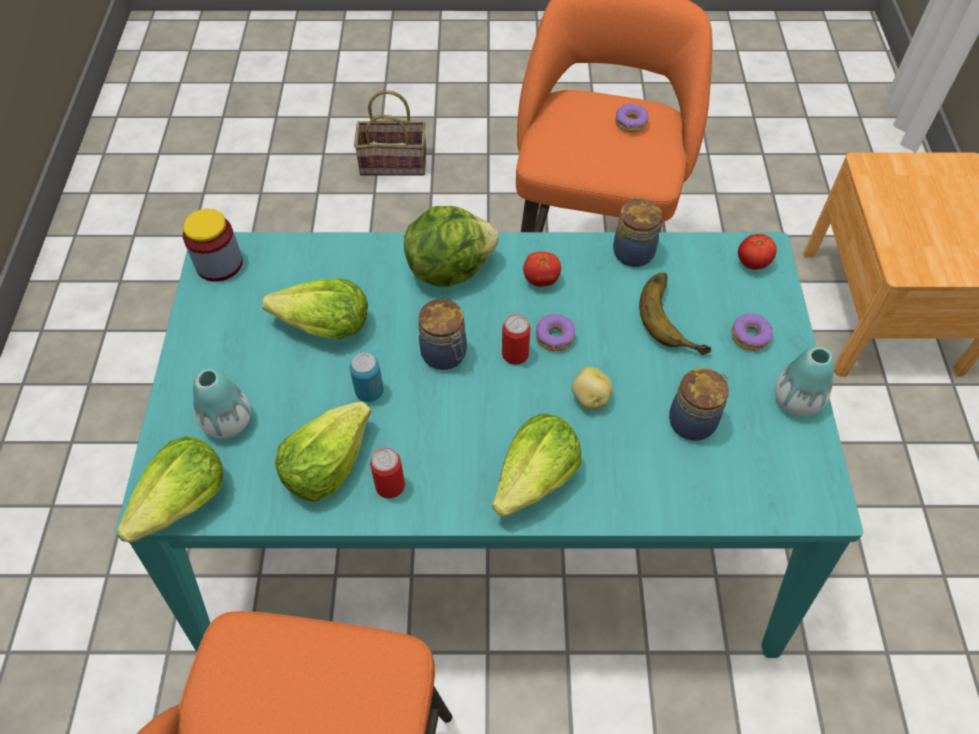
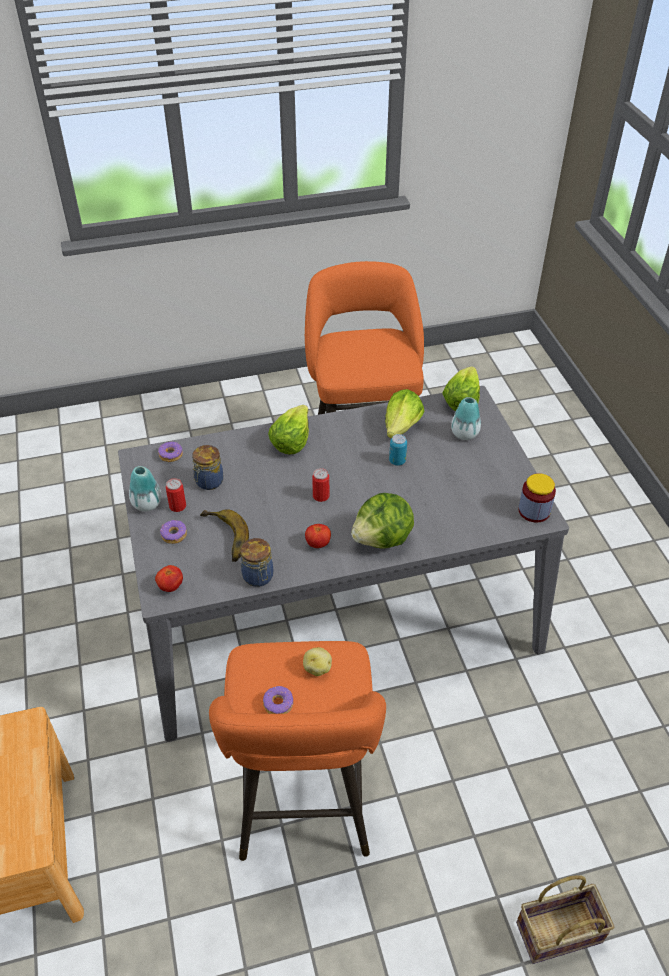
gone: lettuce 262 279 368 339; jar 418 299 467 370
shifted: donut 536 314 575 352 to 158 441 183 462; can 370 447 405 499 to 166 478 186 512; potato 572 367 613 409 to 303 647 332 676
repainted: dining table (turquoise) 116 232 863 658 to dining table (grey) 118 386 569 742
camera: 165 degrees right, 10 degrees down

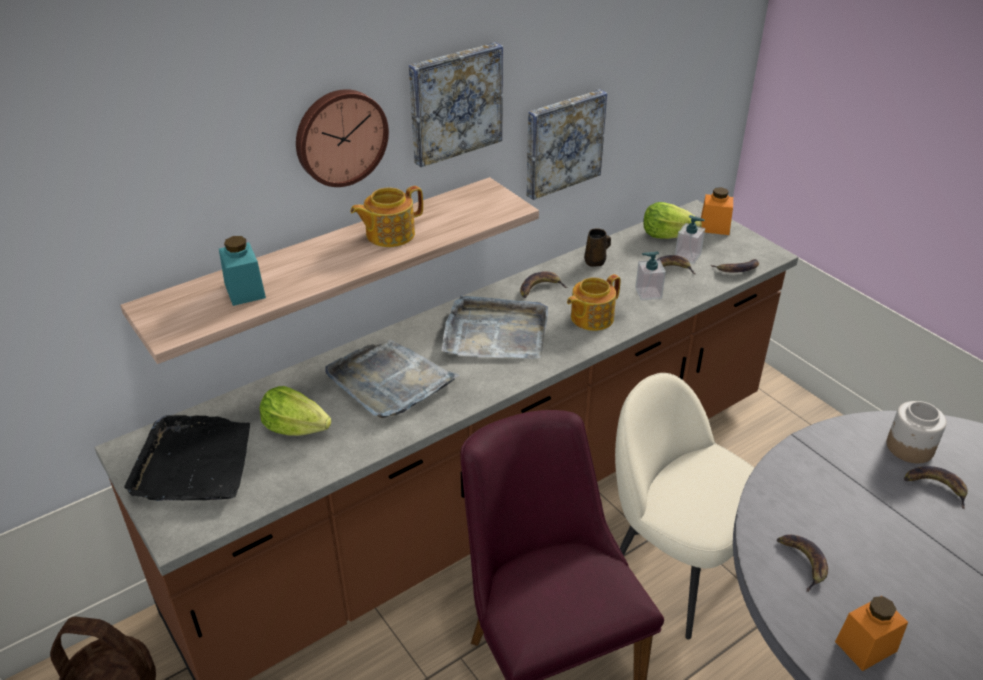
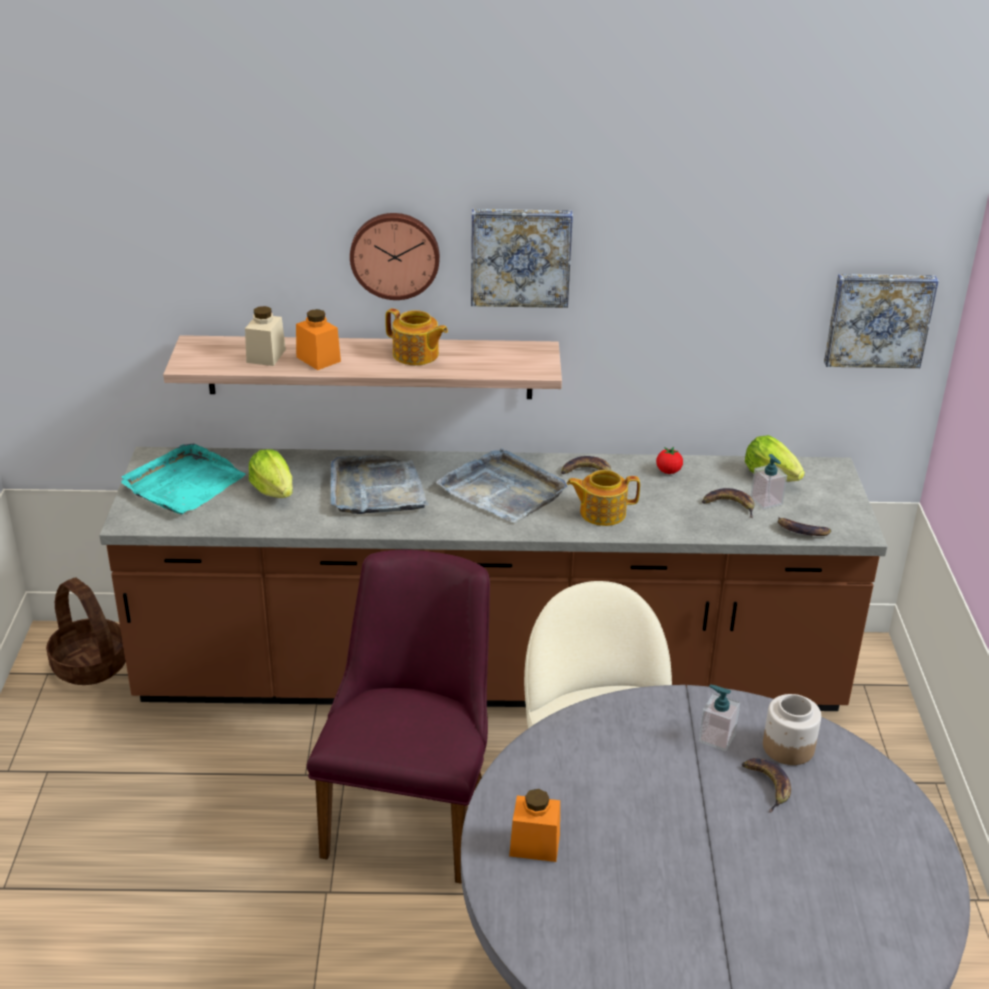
gone: banana 777 535 828 592
shifted: jar (orange) 701 187 733 235 to 296 309 341 370; soap dispenser 635 251 666 300 to 699 685 740 751; picture 526 89 607 200 to 824 274 939 368
swapped: mug (brown) 584 228 611 267 to tomato 656 447 683 474
repainted: tray (black) 124 415 250 501 to tray (turquoise) 121 444 246 515; jar (turquoise) 219 236 266 306 to jar (beige) 245 306 286 366
rotated: teapot 350 186 423 247 = 385 308 448 365 150 degrees counterclockwise
camera: 35 degrees right, 5 degrees down

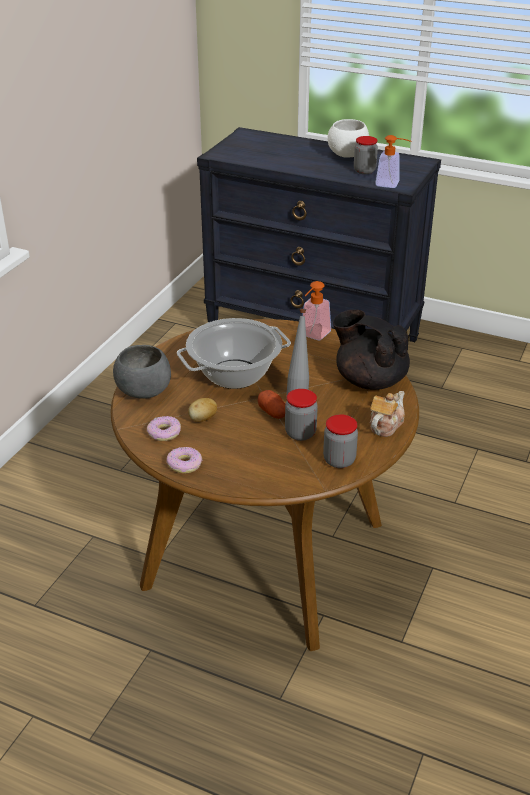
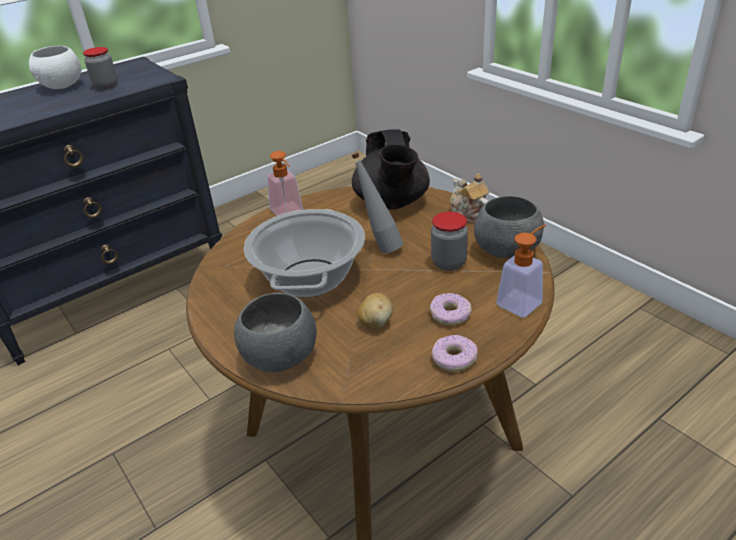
gone: potato 258 390 285 419
shifted: donut 147 416 181 441 to 430 293 472 326; soap dispenser 375 135 411 188 to 496 224 546 318
swapped: jar 323 414 358 468 to bowl (grey) 474 196 544 258
rotated: teapot (black) 333 309 410 390 = 352 129 430 210 75 degrees counterclockwise
camera: 60 degrees left, 0 degrees up

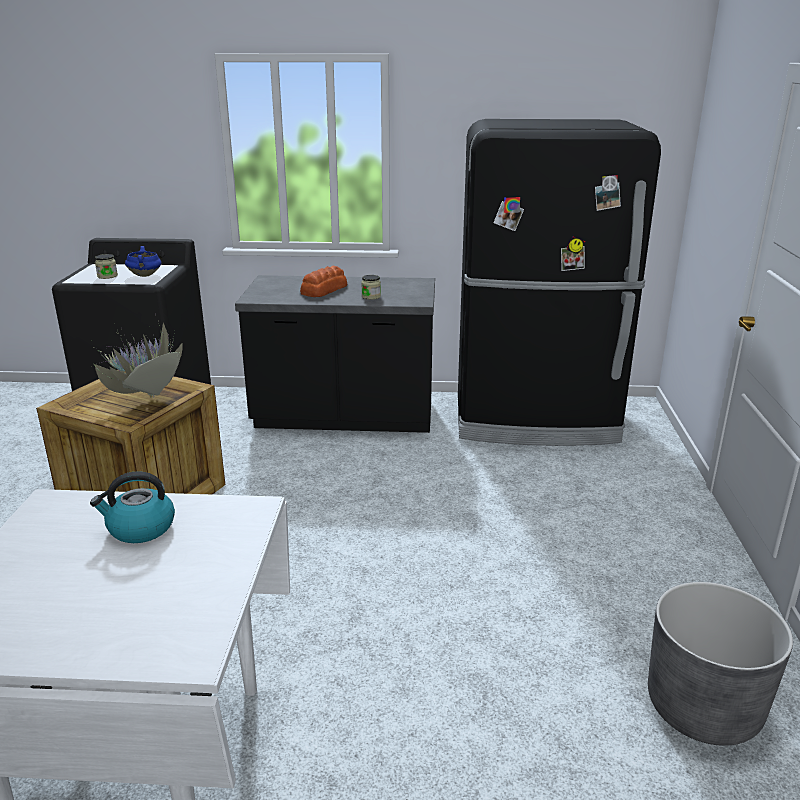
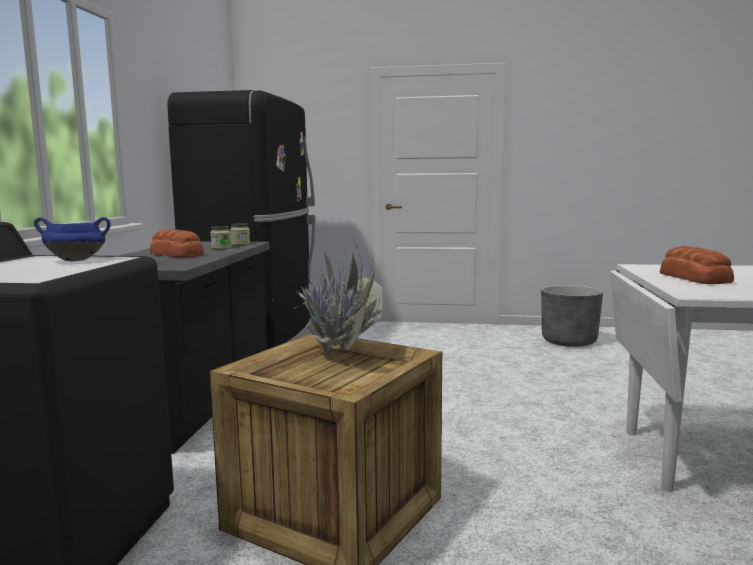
shifted: jar 95 254 118 279 to 230 223 250 245
swapped: kettle 90 471 175 543 to bread 660 246 734 284
camera: 85 degrees left, 15 degrees down

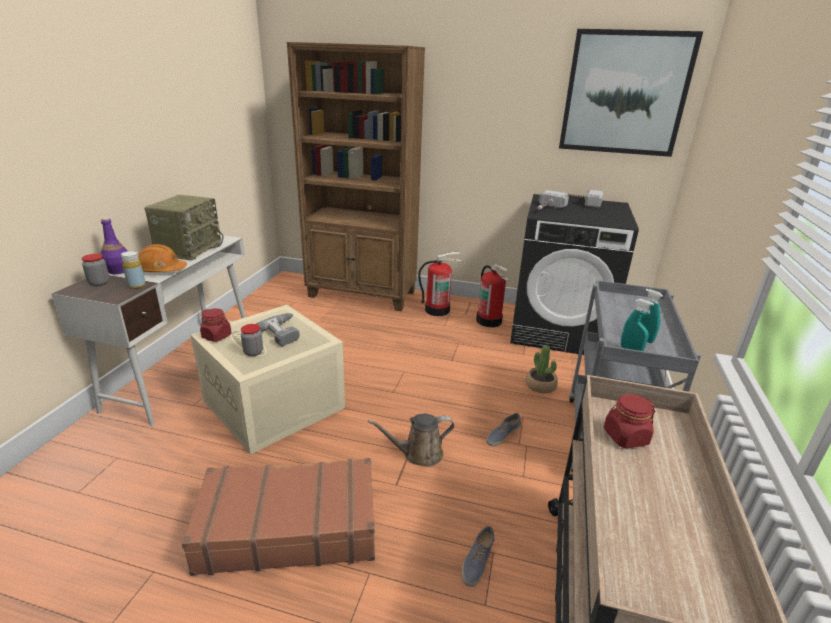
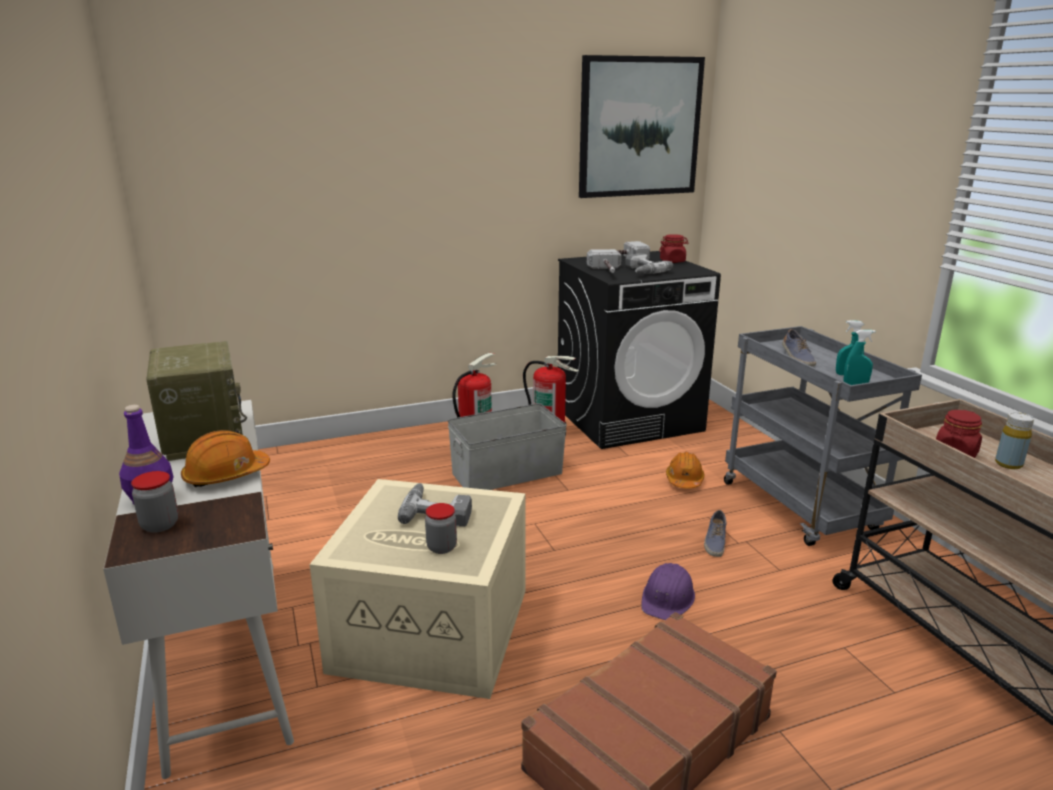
gone: bookcase (brown) 287 42 425 311
new: storage box (grey) 447 403 567 490; power drill 625 253 673 274
shifted: jar (red) 200 308 232 342 to 659 234 689 263; shoe 462 526 495 587 to 782 329 816 367; bottle (yellow) 121 251 146 289 to 995 412 1034 469
swapped: watering can (brown) 368 413 454 467 to hard hat (purple) 641 563 695 620; potted plant 526 345 558 394 to hard hat (orange) 666 452 705 489
camera: 35 degrees left, 5 degrees down

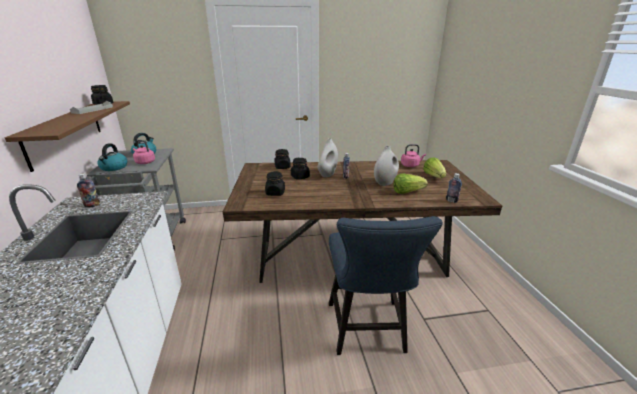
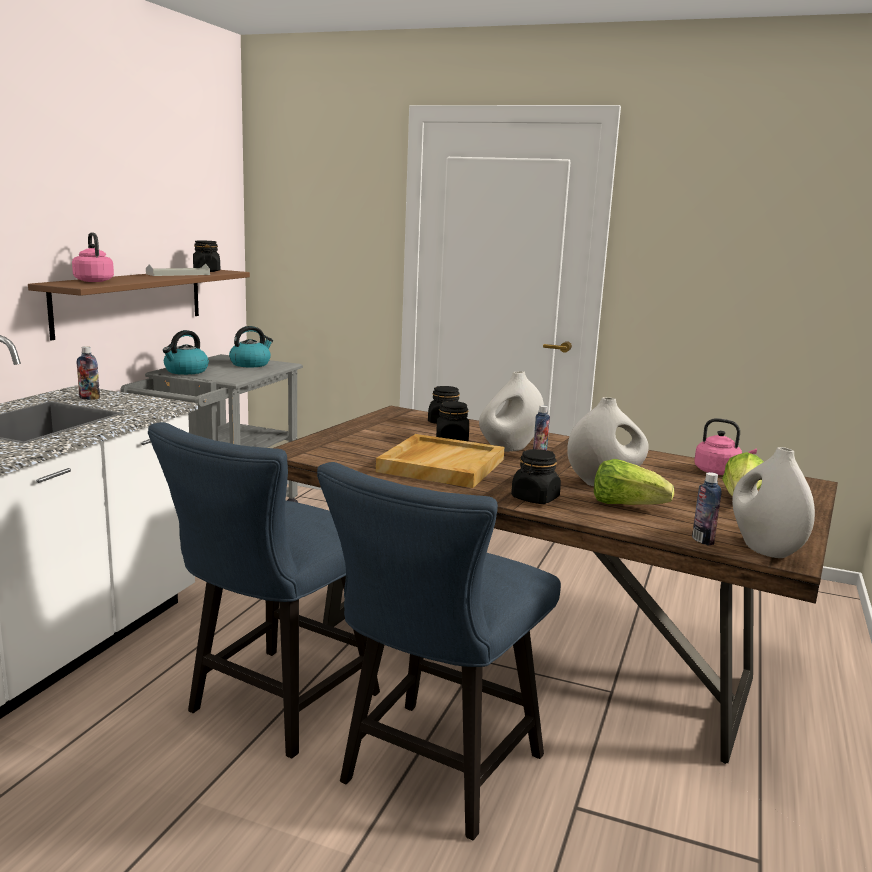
new: chair (blue) 148 422 380 759; tray (beige) 376 434 504 488; vase (white) 732 447 815 558
shifted: kettle (pink) 133 140 155 164 to 72 233 114 282; jar (black) 265 171 285 196 to 511 449 561 504
camera: 30 degrees right, 10 degrees down

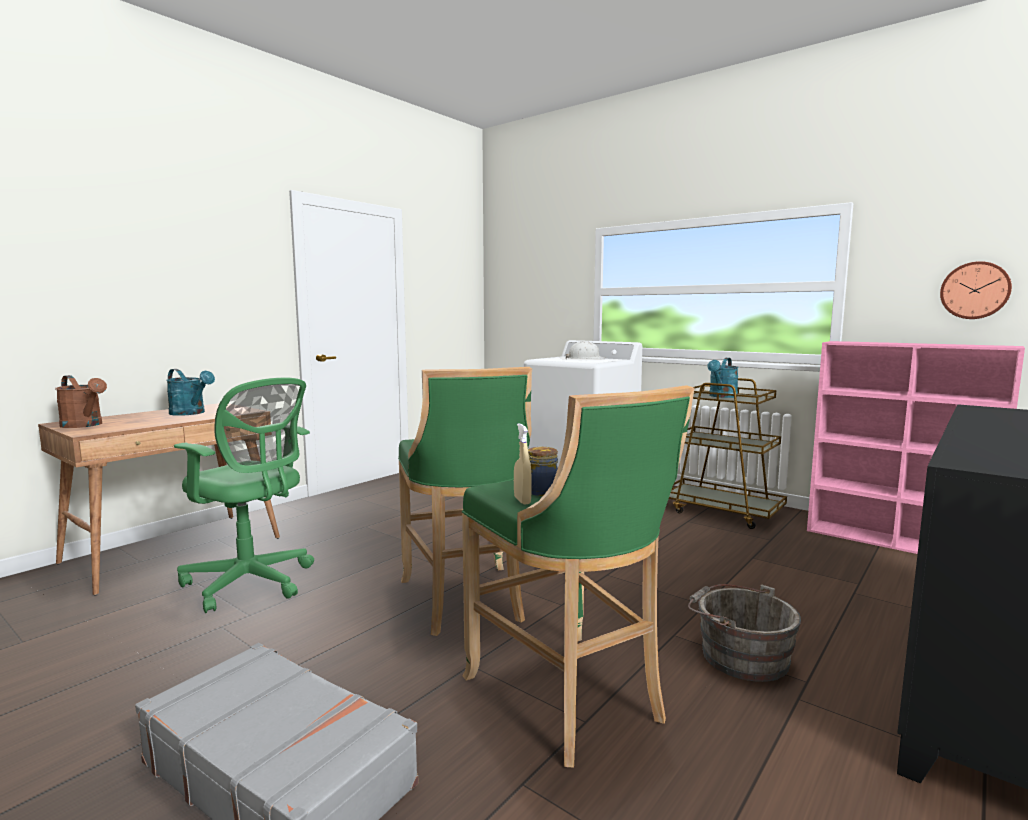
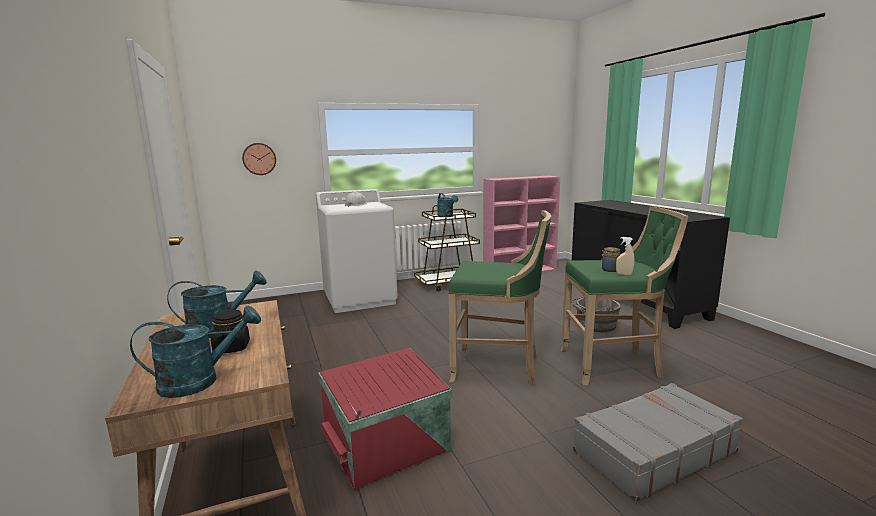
new: jar (black) 211 309 250 353
shifted: wall clock 940 261 1012 319 to 242 143 276 175
swapped: office chair (green) 174 378 314 613 to storage box (red) 318 348 452 491
repainted: watering can (brown) 55 375 107 428 to watering can (turquoise) 130 305 261 398
camera: 60 degrees left, 5 degrees up

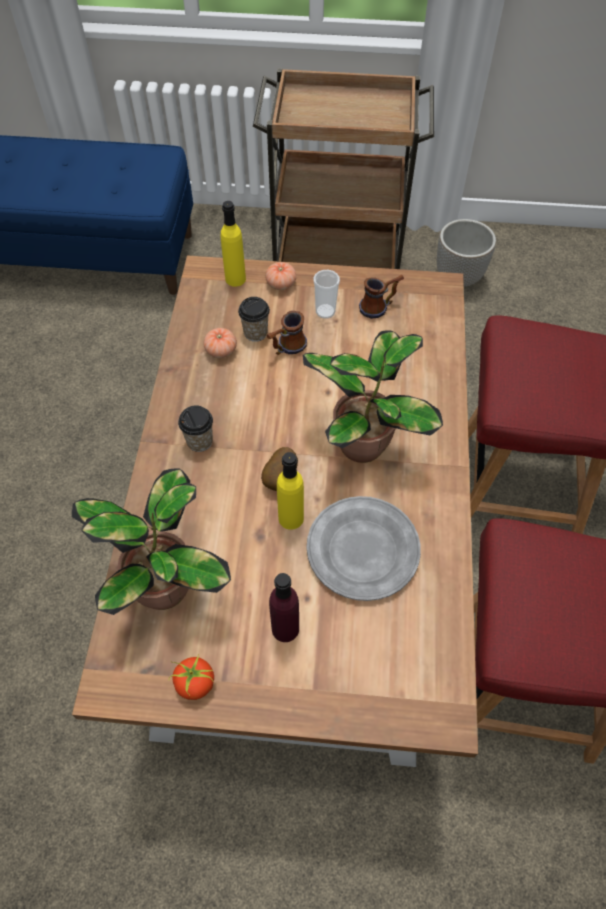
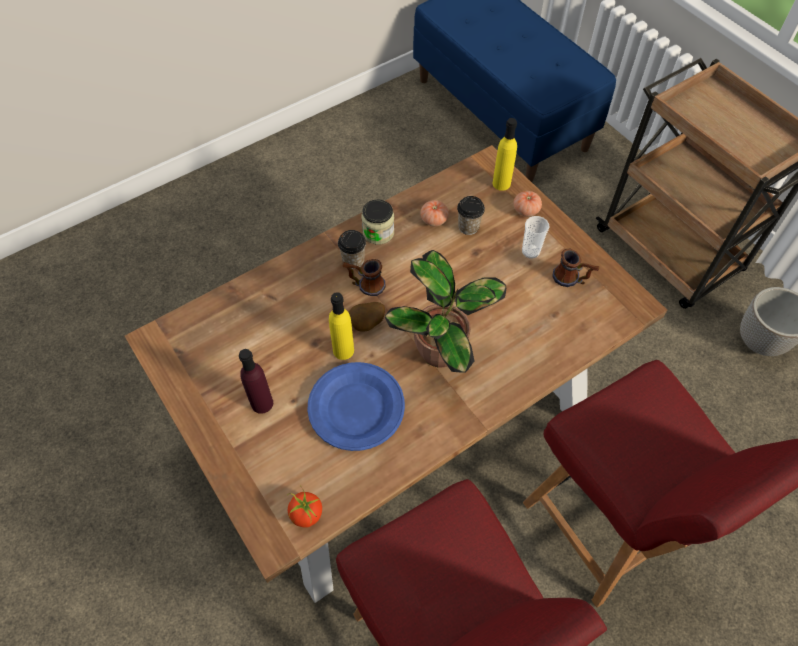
gone: potted plant 72 468 231 615
new: jar 362 200 394 245
shifted: tomato 169 654 214 700 to 288 485 322 527; mug 267 311 307 355 to 342 259 386 296
repainted: plate (grey) 306 496 421 601 to plate (blue) 308 362 405 451
camera: 50 degrees right, 0 degrees up

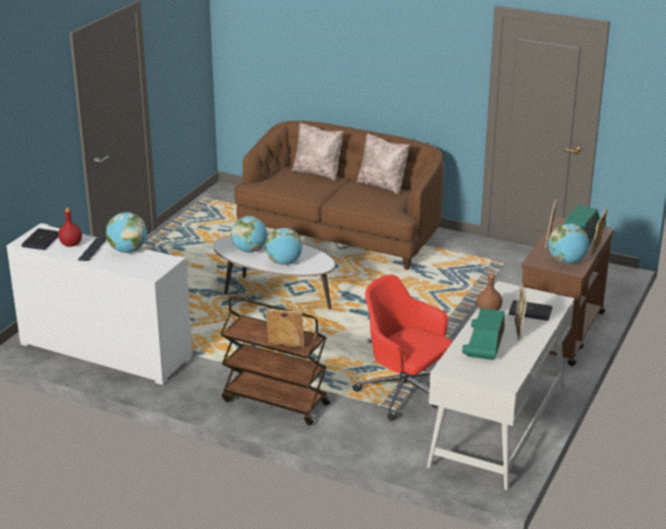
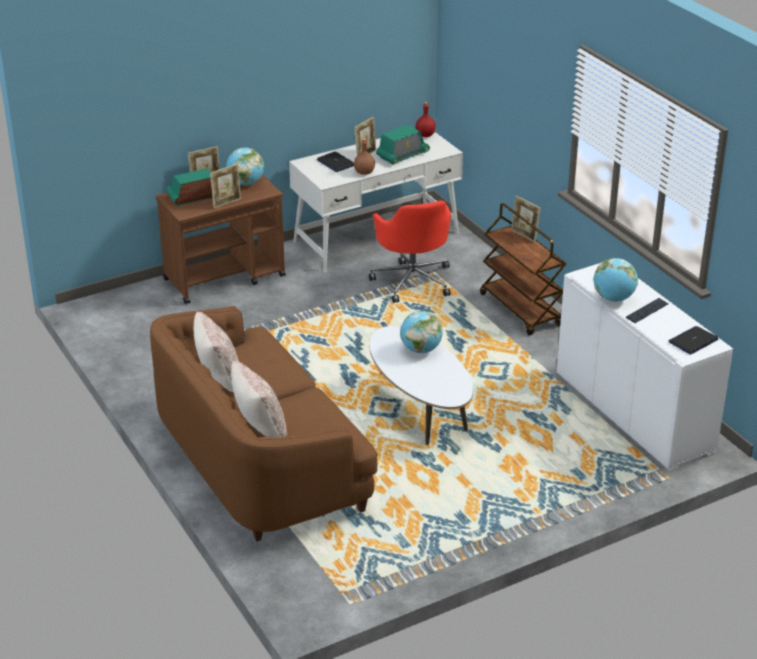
gone: globe 231 216 267 253
shifted: bottle (red) 58 208 82 247 to 415 102 436 137
camera: 145 degrees left, 5 degrees up

